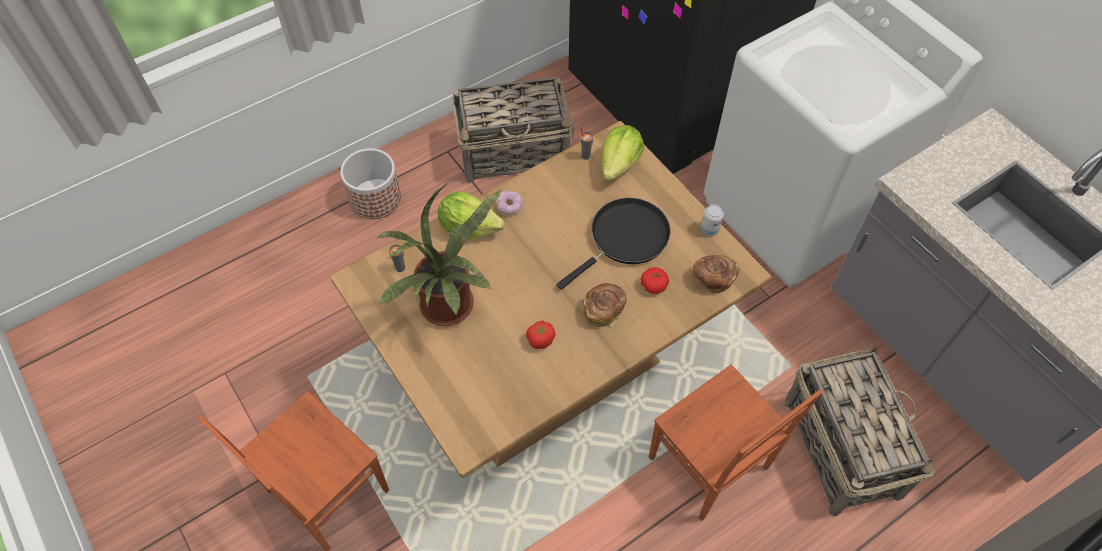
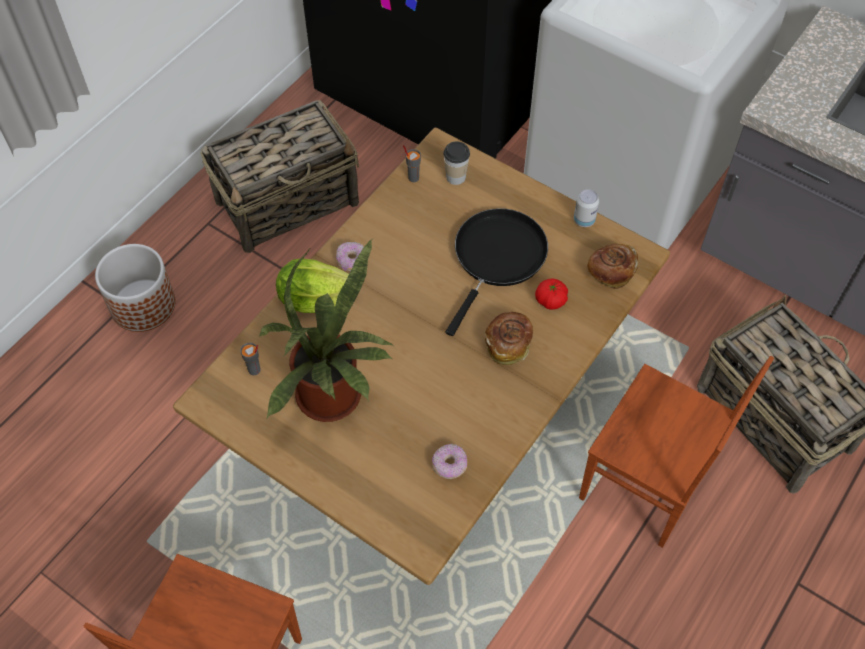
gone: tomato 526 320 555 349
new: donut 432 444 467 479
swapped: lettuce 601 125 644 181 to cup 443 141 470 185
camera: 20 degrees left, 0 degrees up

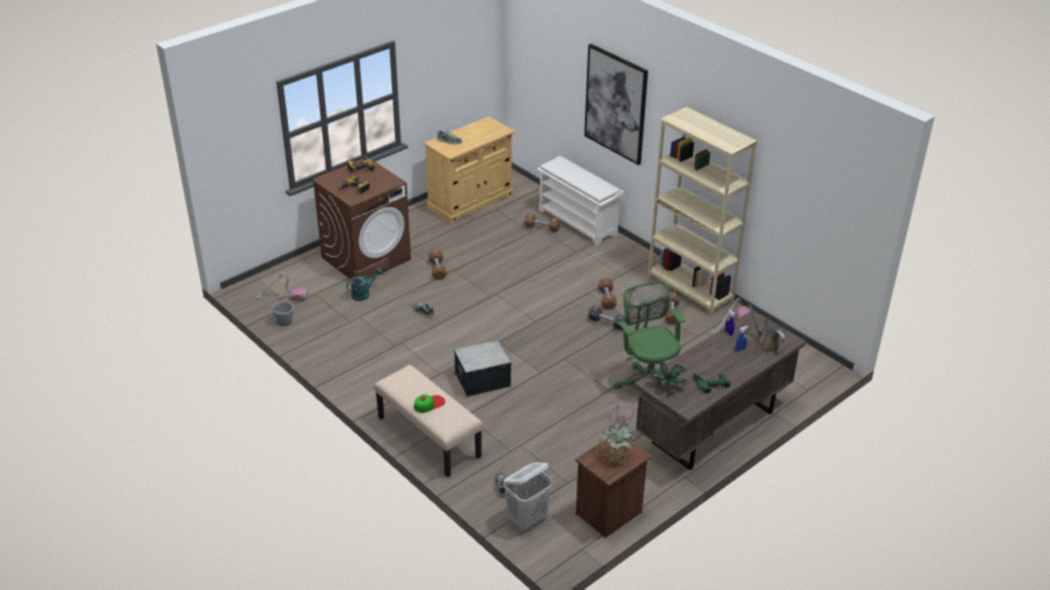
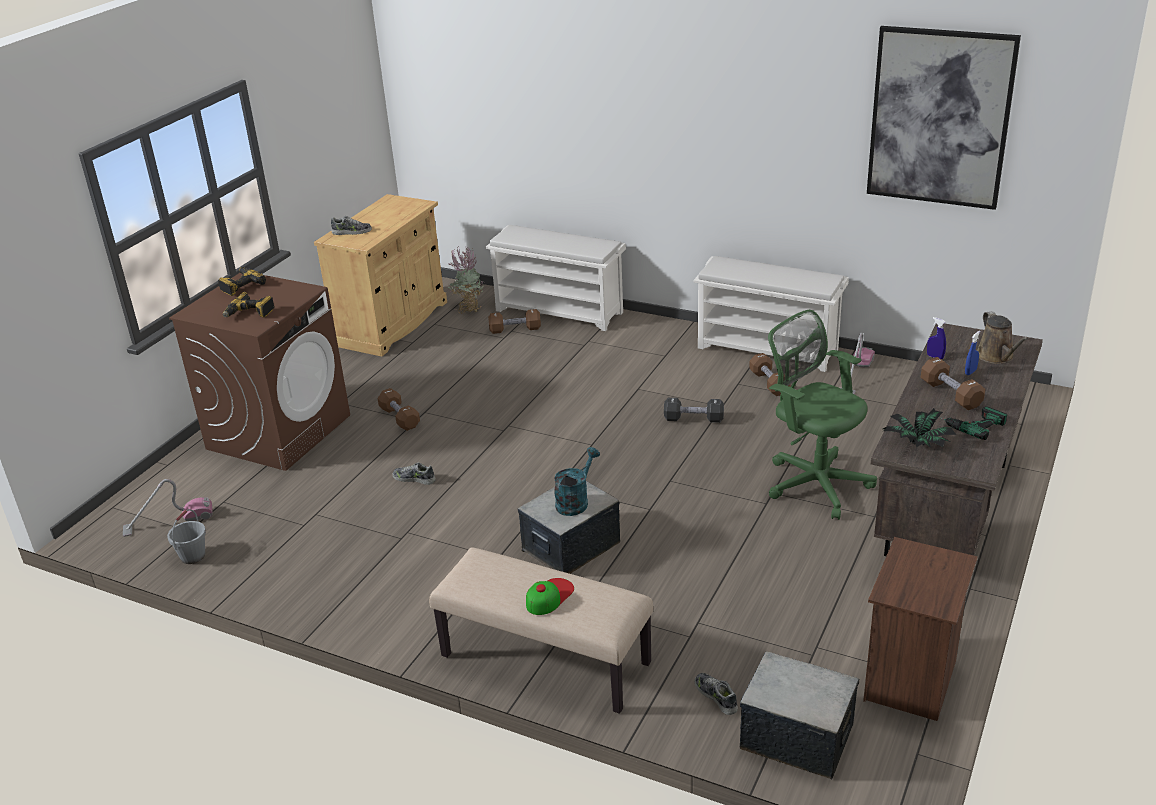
shifted: potted plant 599 403 635 465 to 448 247 484 314; watering can (turquoise) 347 268 383 301 to 554 447 600 516; picture 584 44 648 165 to 867 26 1021 210; dumbbell (brown) 598 278 617 310 to 921 357 985 410
swapped: bookcase (beige) 648 107 757 316 to shoe rack (white) 694 256 849 372; laundry basket (white) 504 463 552 530 to storage box 740 652 859 779
rotated: watering can (brown) 749 304 785 353 = 977 311 1029 364 135 degrees counterclockwise
camera: 20 degrees left, 5 degrees down

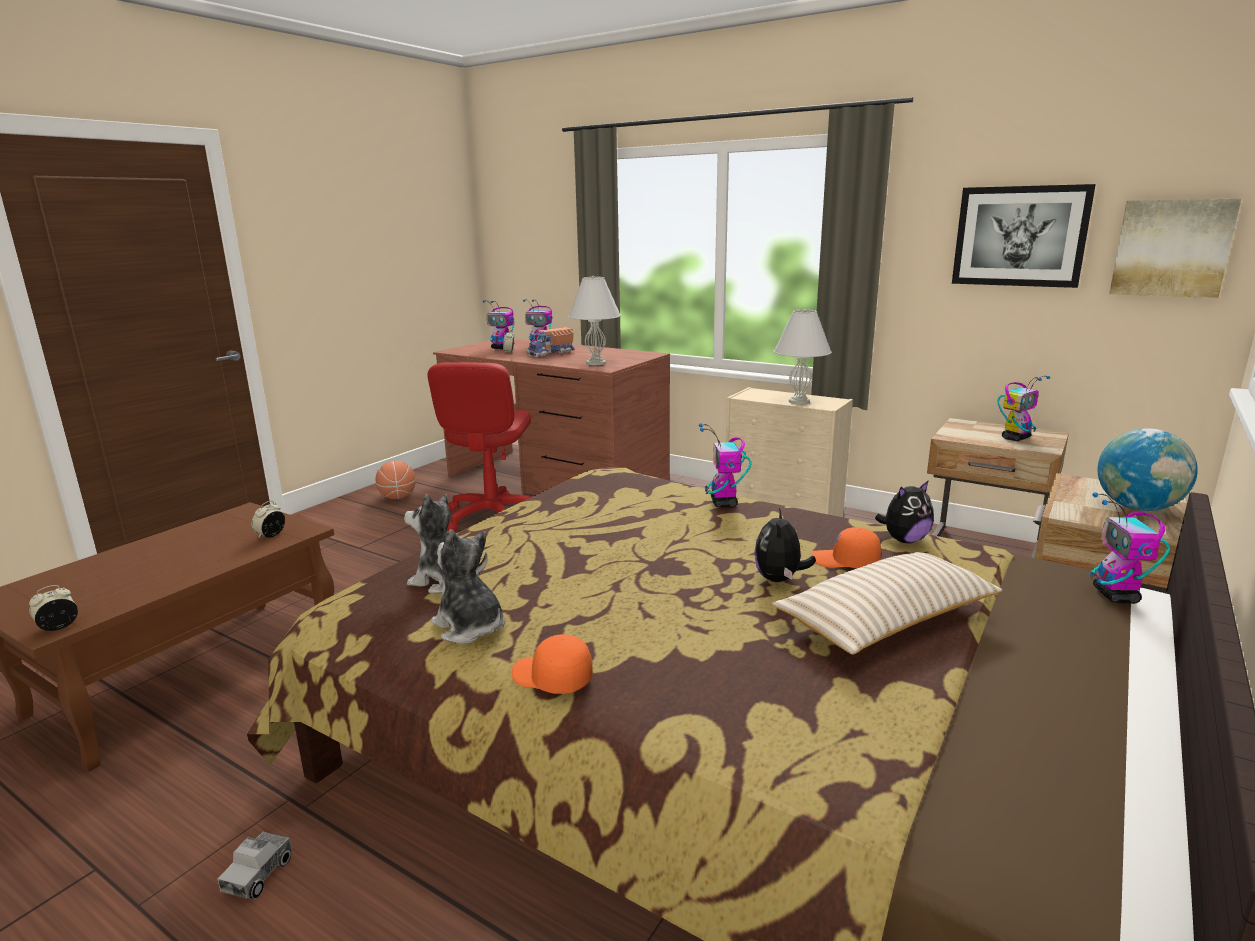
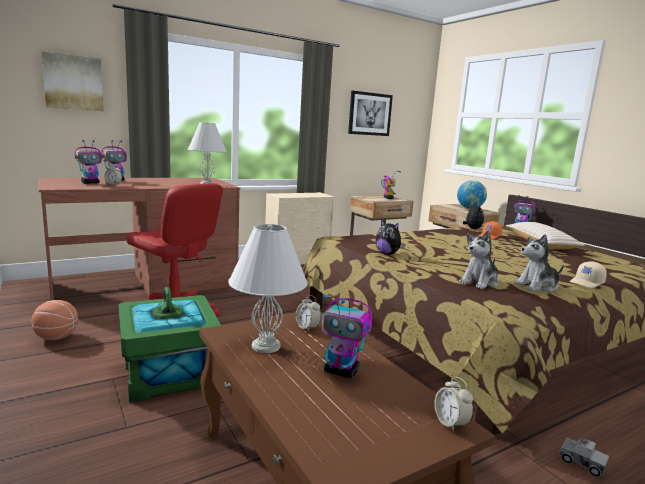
gone: toy truck 527 327 575 357
new: storage box (green) 118 287 221 402
shifted: picture 1109 199 1241 298 to 41 51 104 111; table lamp (white) 774 309 831 404 to 228 224 308 353; toy robot 699 423 752 508 to 322 294 372 379; plush toy 754 508 816 582 to 375 220 406 254
repainted: cap (orange) 512 634 593 694 to cap (beige) 570 262 607 288
camera: 65 degrees left, 5 degrees down

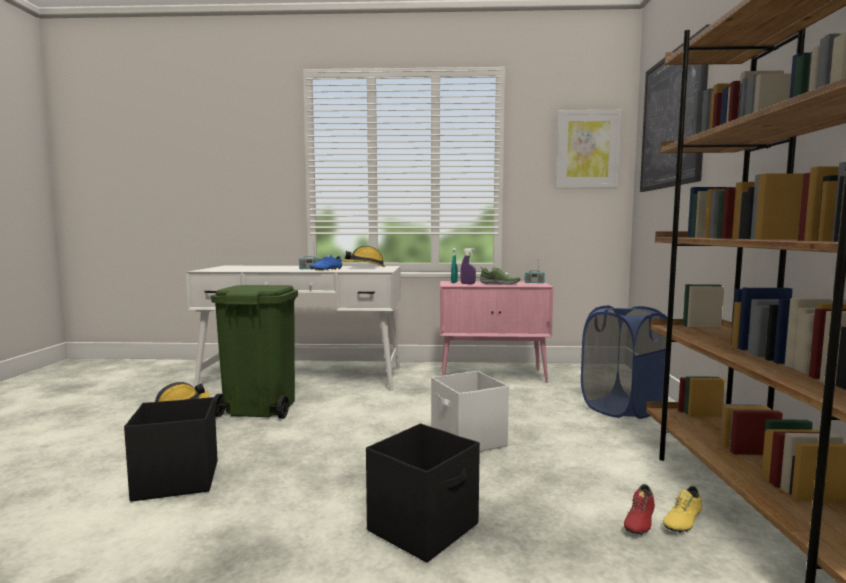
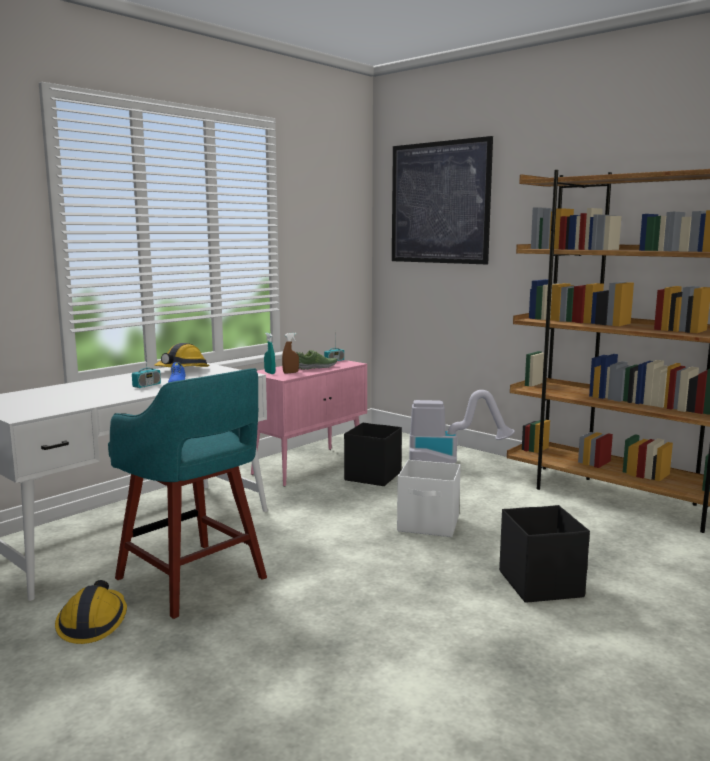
gone: picture 555 110 622 188; shoe (red) 624 484 655 535; shoe (yellow) 663 486 702 533
shifted: storage box (black) 124 397 218 502 to 344 423 402 486
swapped: trash can (green) 211 285 298 419 to stool (turquoise) 108 368 267 619; laundry basket (blue) 581 305 671 419 to vacuum cleaner 409 390 515 463
repainted: spray bottle (purple) 460 248 476 284 to spray bottle (brown) 282 333 299 374
camera: 50 degrees left, 5 degrees up

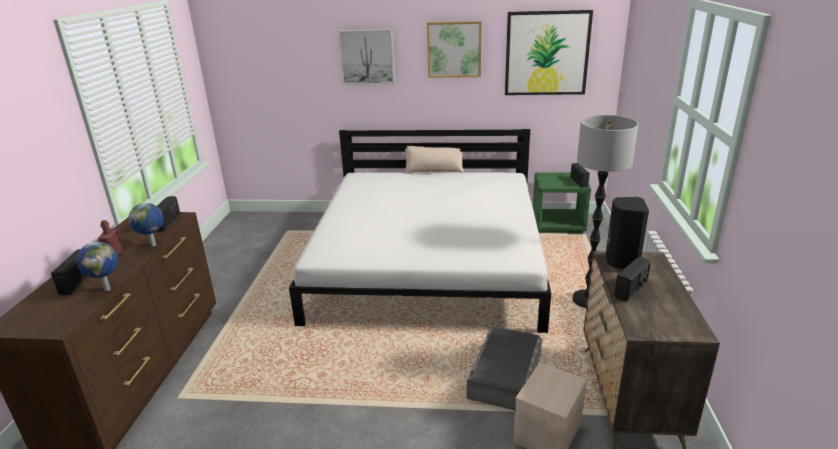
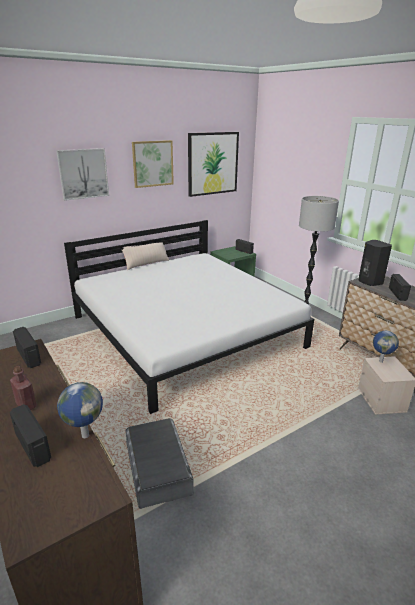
shifted: storage box (grey) 467 326 542 410 to 125 418 194 509; globe 129 203 164 247 to 373 331 399 363
camera: 40 degrees left, 0 degrees up

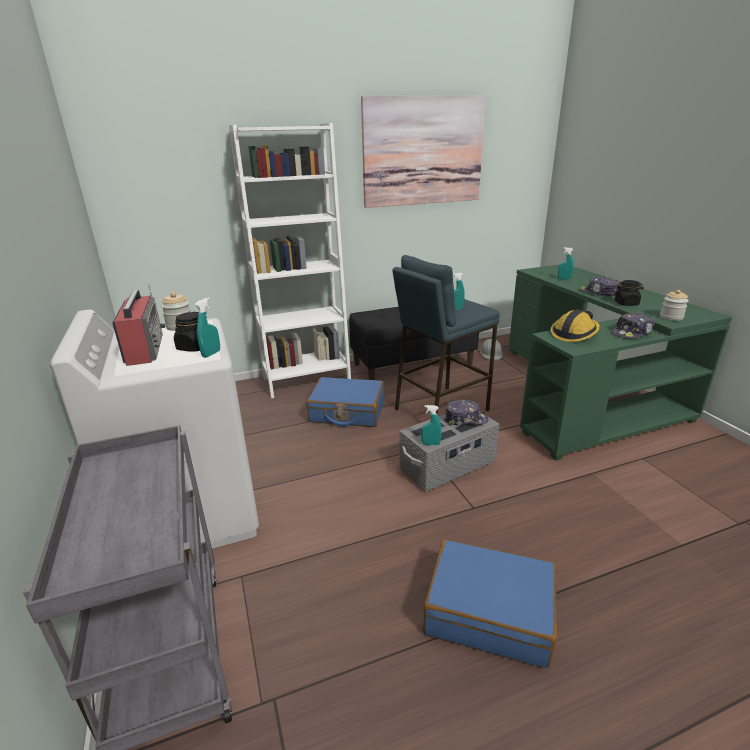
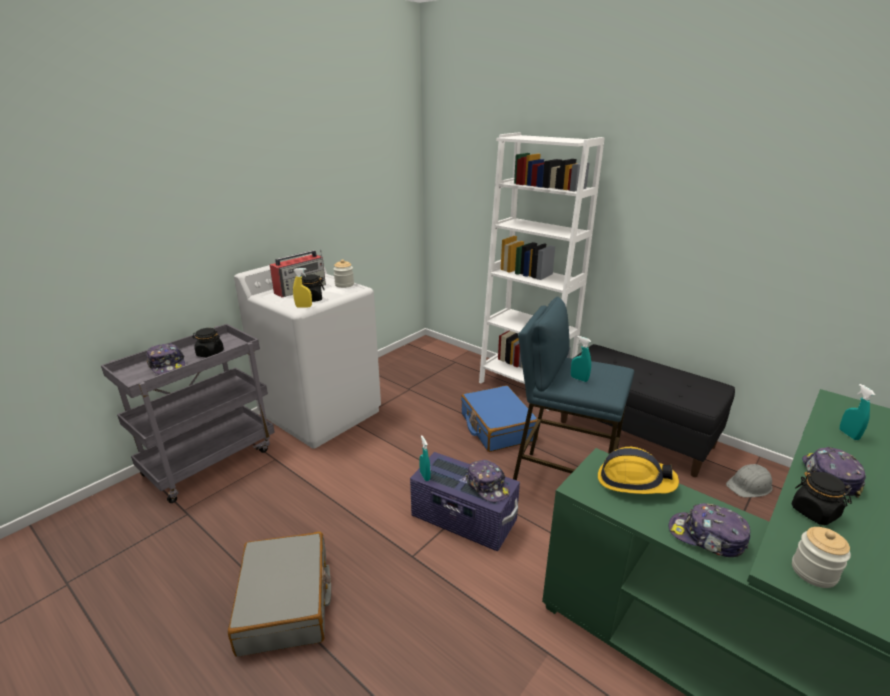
gone: picture 361 96 486 208
new: cap 146 343 185 375; jar (black) 192 328 224 357
repainted: suitcase (blue) 423 539 557 668 to suitcase (grey) 228 532 331 657; spray bottle (turquoise) 195 297 220 358 to spray bottle (yellow) 293 268 312 308; storage box (grey) 400 414 499 492 to storage box (purple) 410 452 520 551
camera: 60 degrees right, 0 degrees up

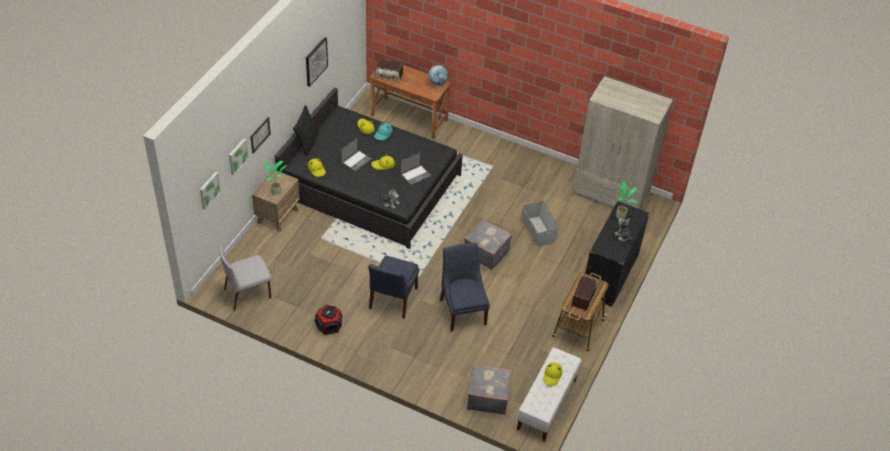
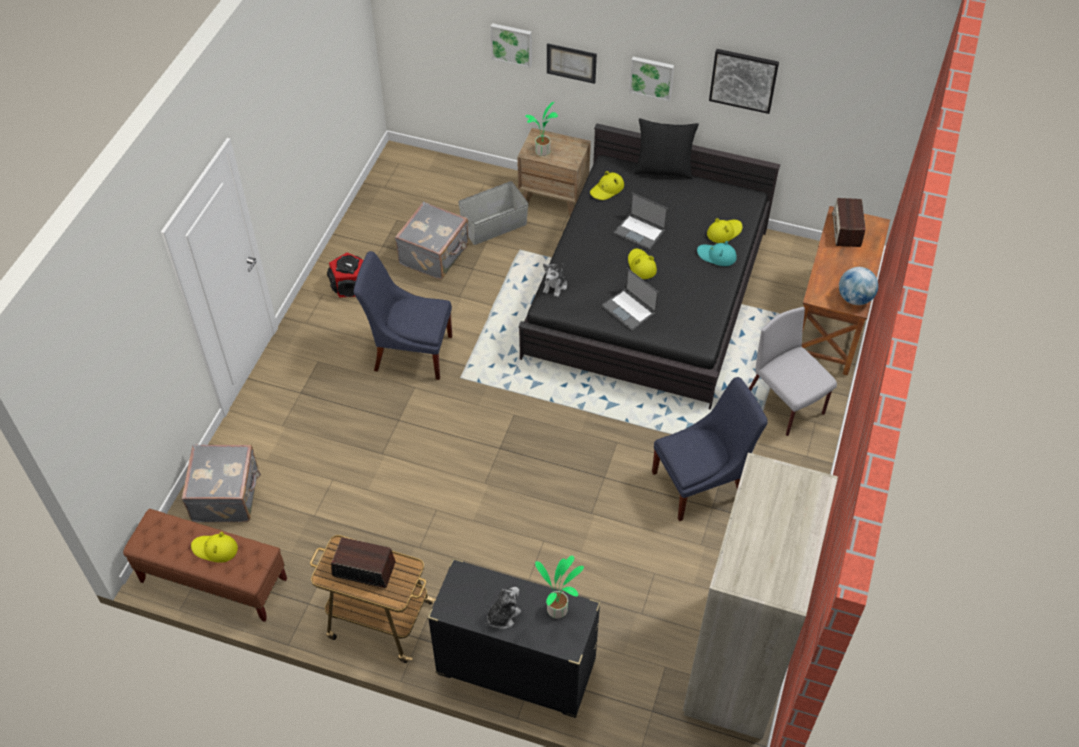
shifted: suitcase (grey) 464 219 512 270 to 395 202 469 279; storage box (grey) 522 201 559 247 to 458 181 529 245; picture 199 172 221 210 to 629 57 674 102; chair (blue) 440 243 490 332 to 652 377 768 521; chair (grey) 219 245 271 311 to 749 307 837 436
repainted: bench (white) 517 348 581 442 to bench (brown) 123 509 287 622
camera: 85 degrees right, 5 degrees up

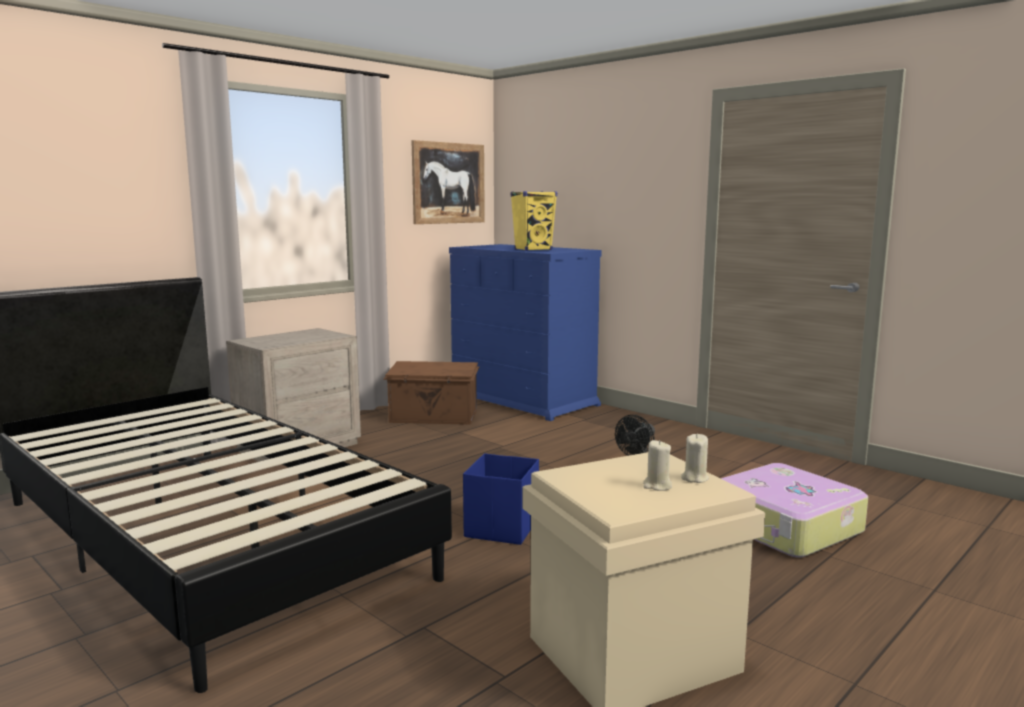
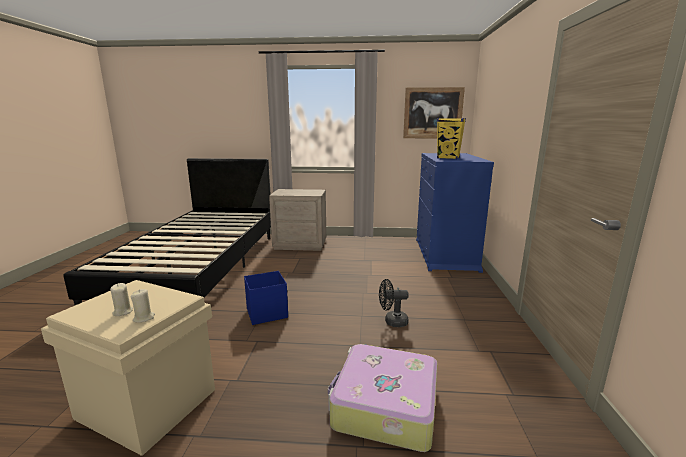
gone: storage box (brown) 383 361 480 425
camera: 50 degrees right, 5 degrees up

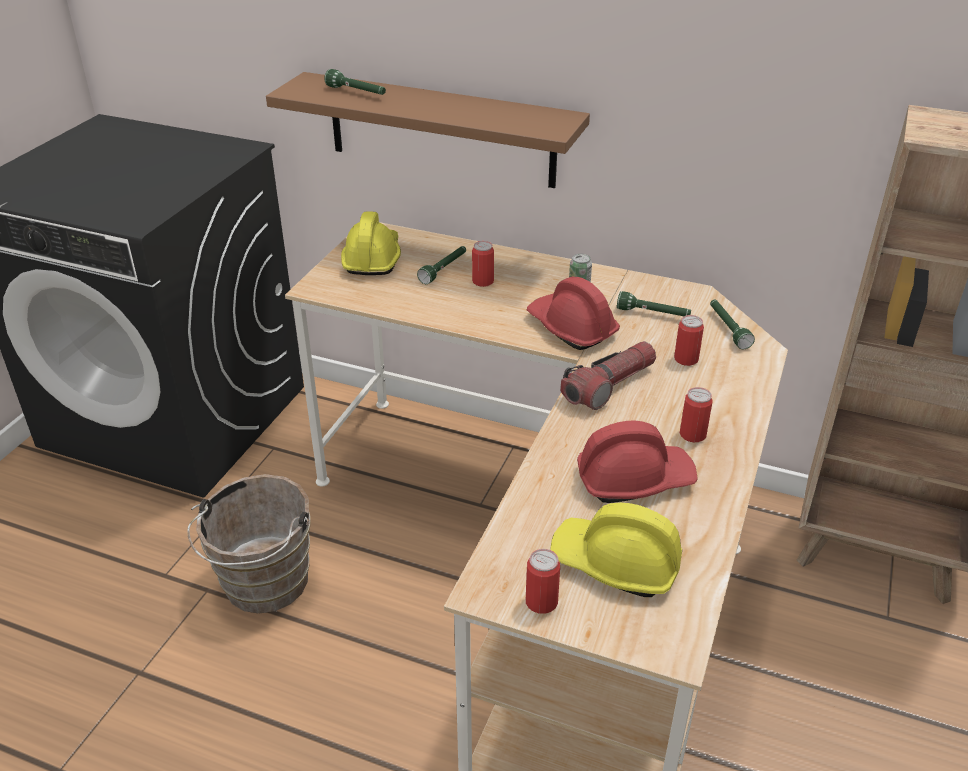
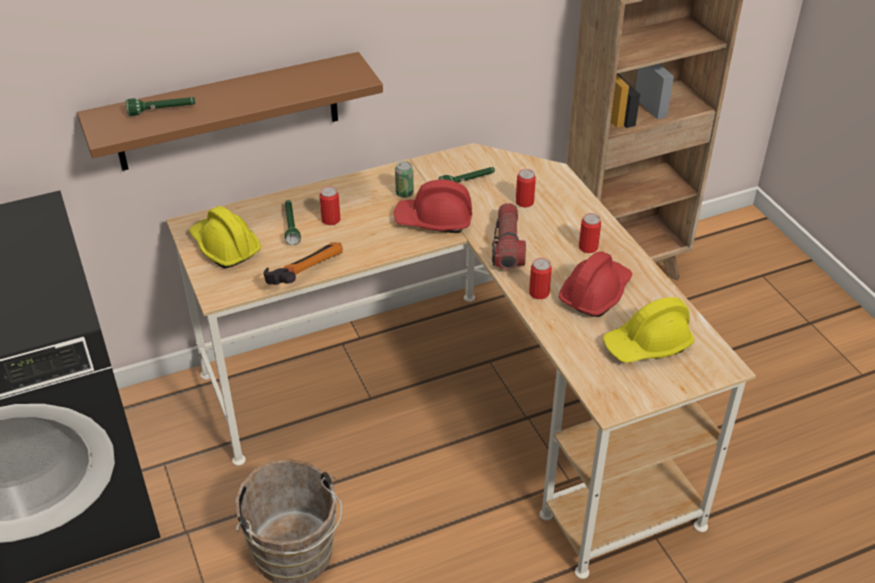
gone: flashlight (green) 710 300 755 349
new: hammer 264 242 343 285
shifted: can 526 549 560 614 to 529 258 552 299
camera: 45 degrees left, 5 degrees up

